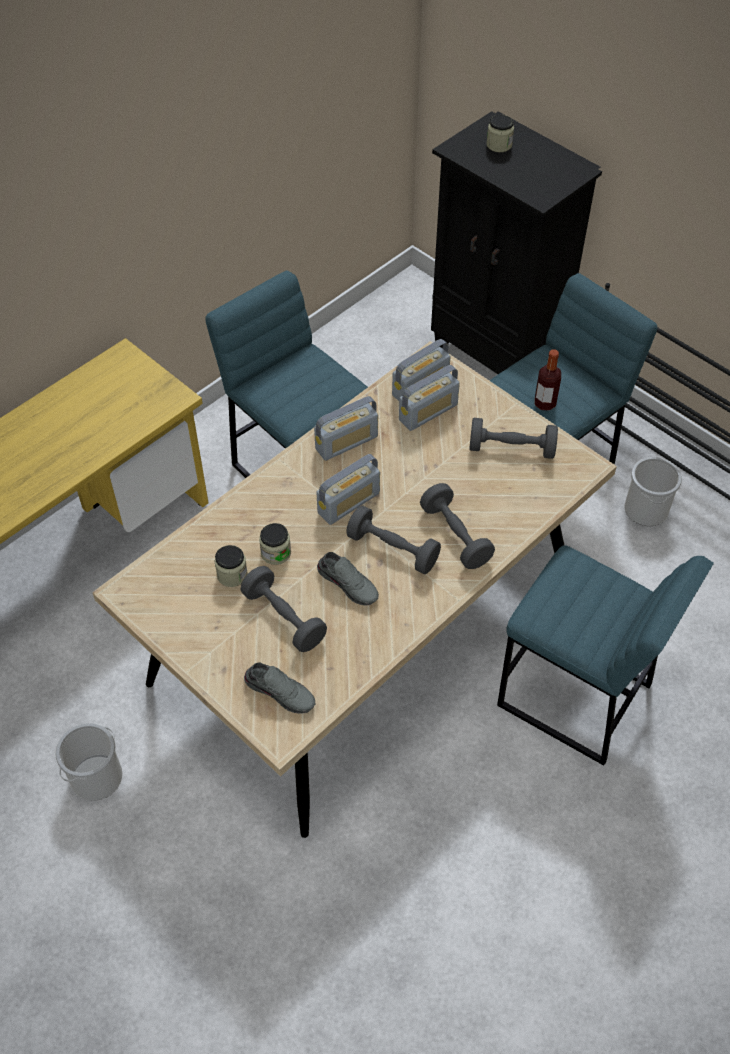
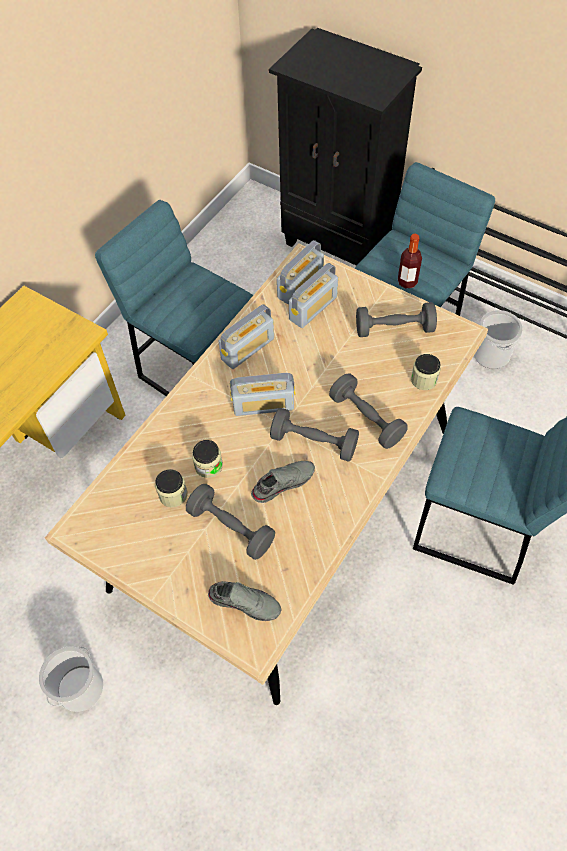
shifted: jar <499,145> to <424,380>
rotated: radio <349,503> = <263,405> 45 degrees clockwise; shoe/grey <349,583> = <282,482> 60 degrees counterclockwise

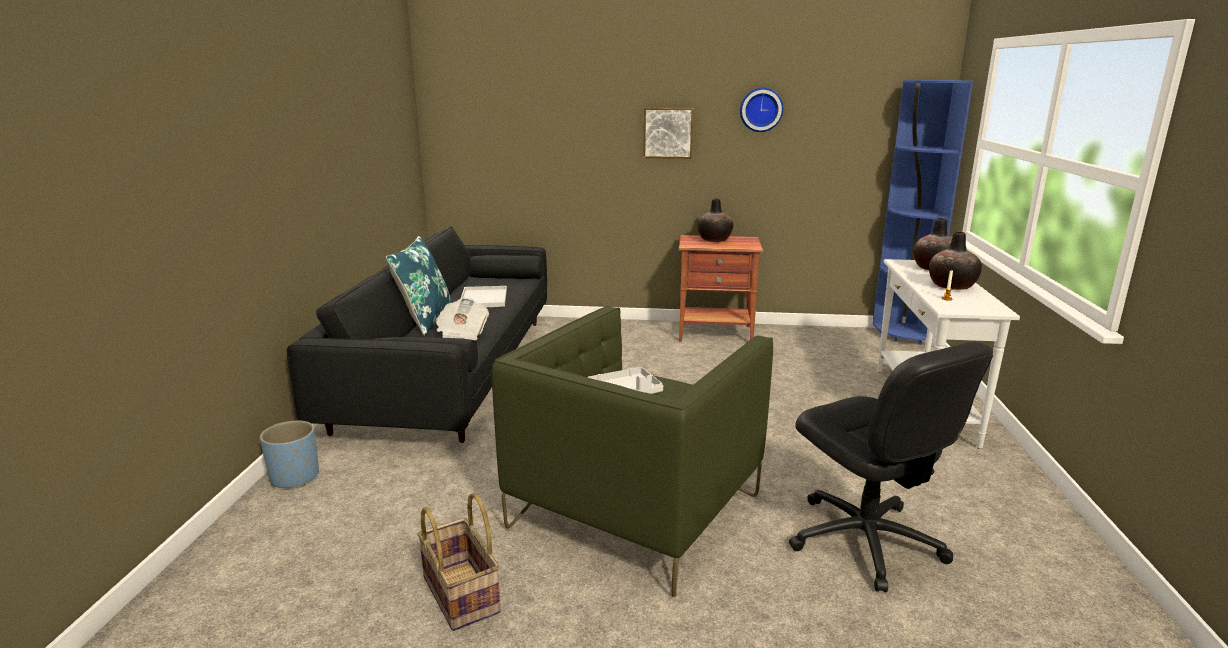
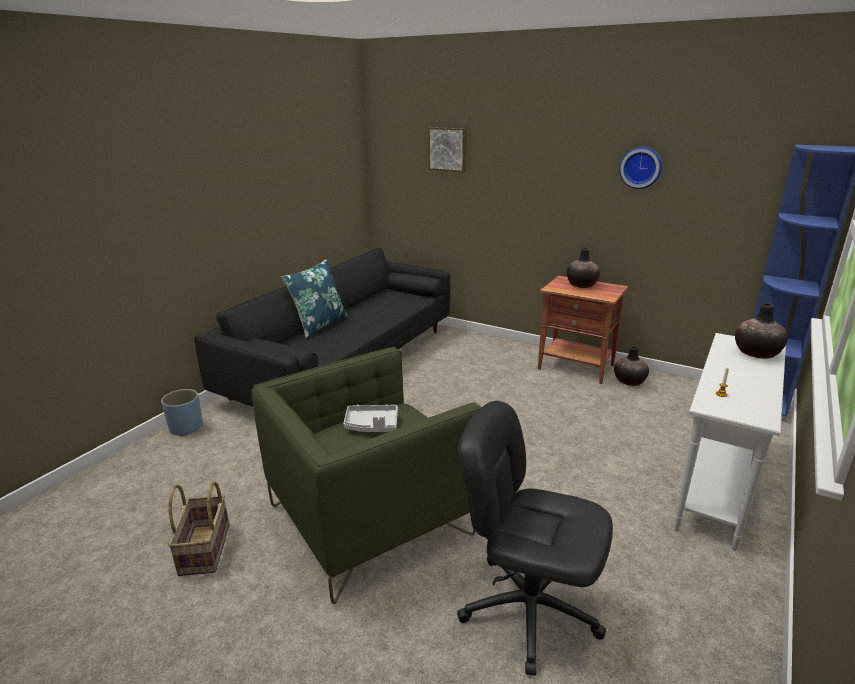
gone: newspaper <461,336>; tray/white <483,298>
shifted: picture <668,133> to <448,149>; vase <951,286> to <629,381>
rotated: office chair/black <865,541> = <529,608> 120 degrees clockwise

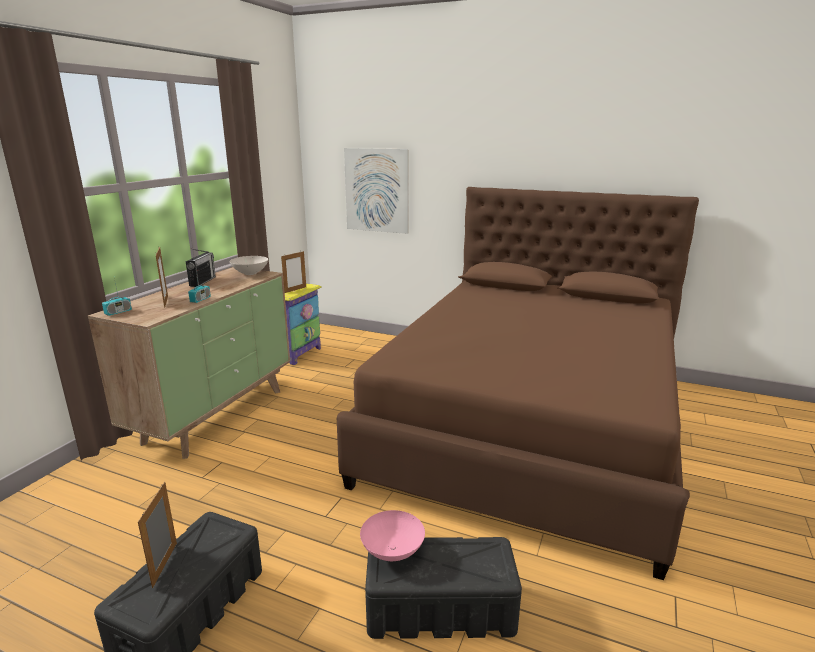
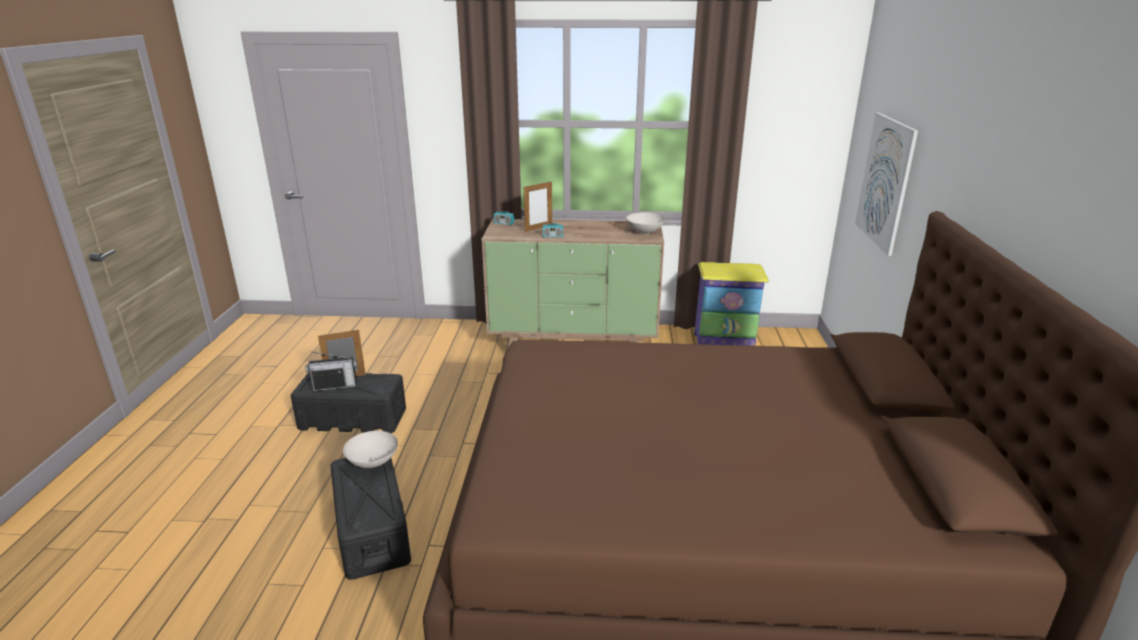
gone: picture frame <295,290>
shifted: radio <202,281> to <335,386>
repainted: bowl/pink <394,551> to bowl/white <373,463>

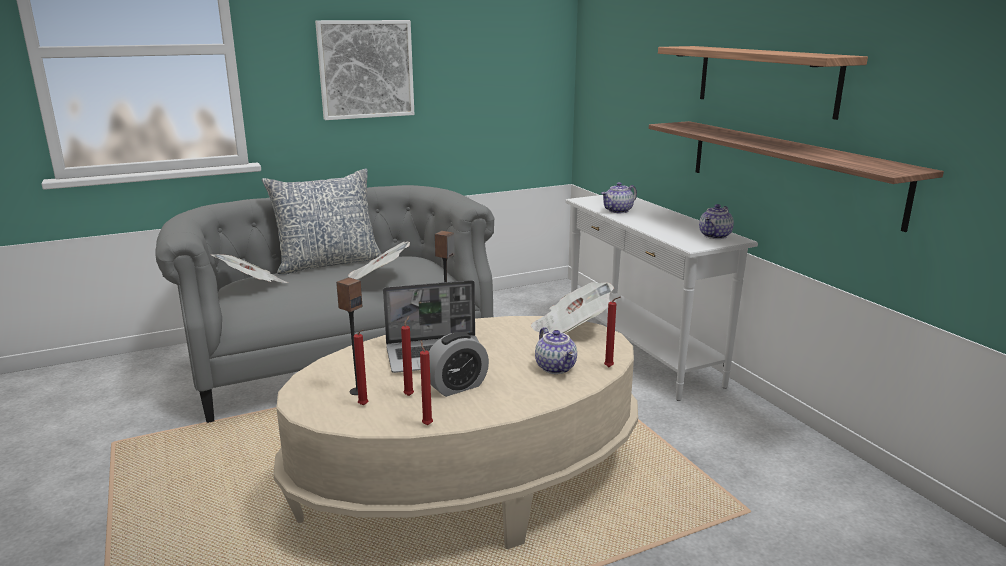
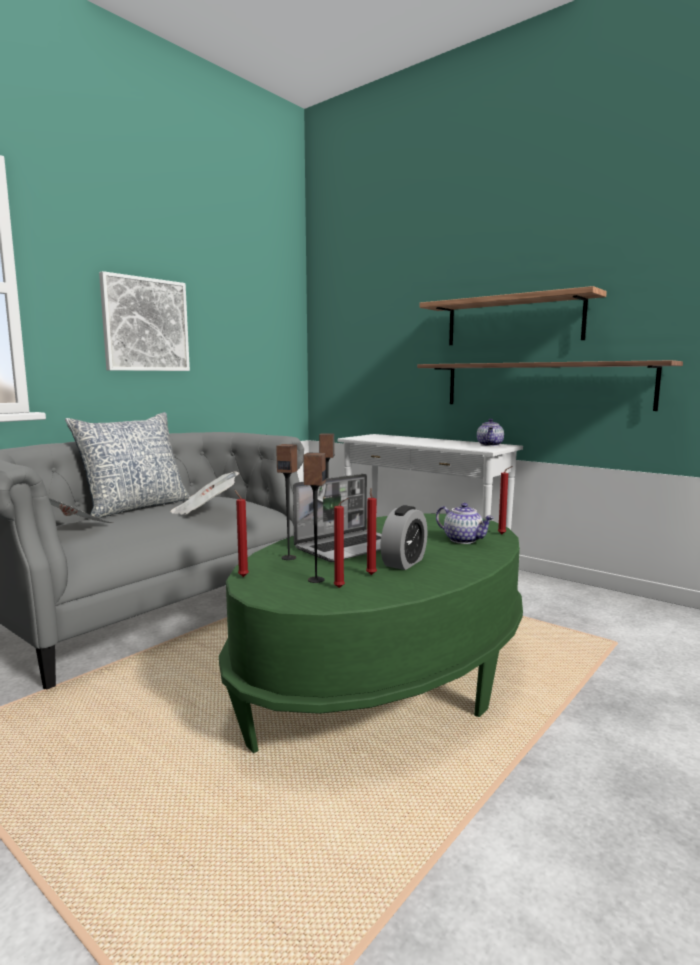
gone: newspaper <570,329>; teapot <618,211>
new: speaker <289,557>
shifted: candle/red <427,424> to <242,576>
repainted: coffee table/beige <469,482> to coffee table/green <386,675>

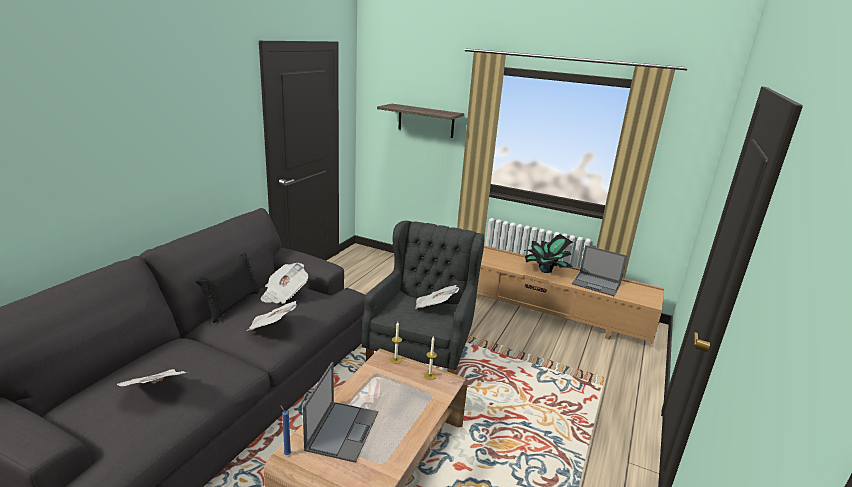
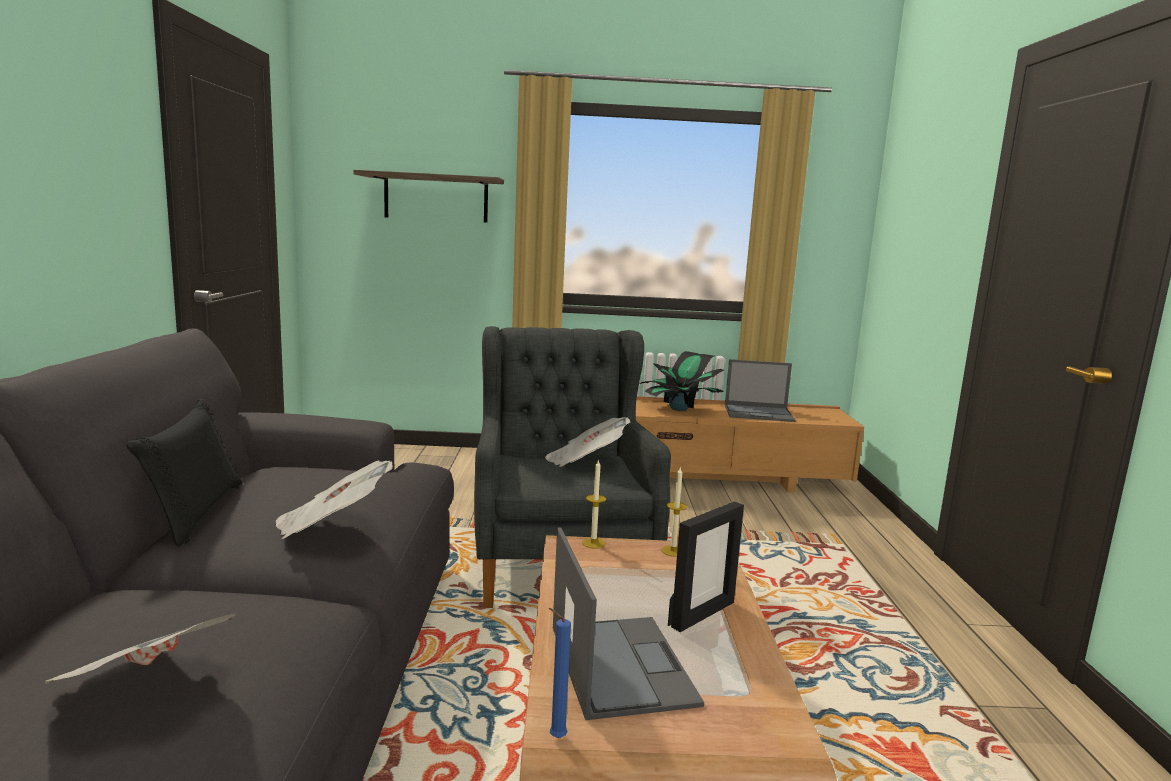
gone: newspaper <284,294>
new: picture frame <701,613>

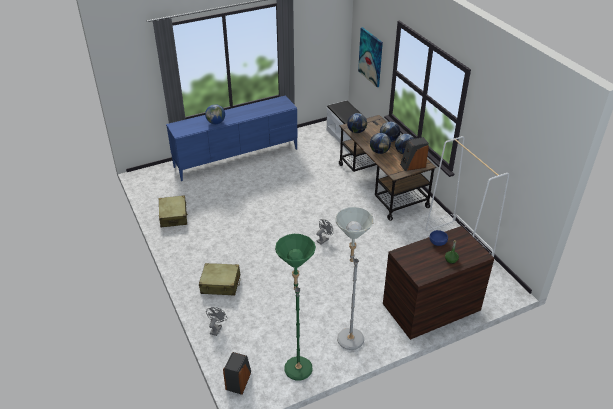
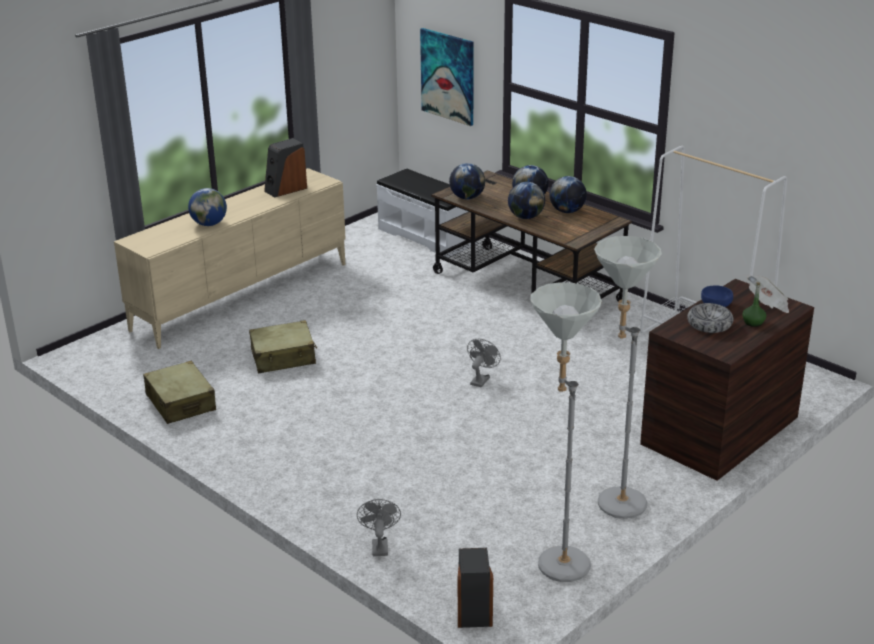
new: bowl <709,324>; newspaper <767,305>
shifted: suitcase/beige <220,284> to <283,357>; speaker <413,165> to <285,189>
repainted: cabinet/blue <236,157> to cabinet/beige <242,296>; floor lamp/green <297,363> to floor lamp/grey <557,559>

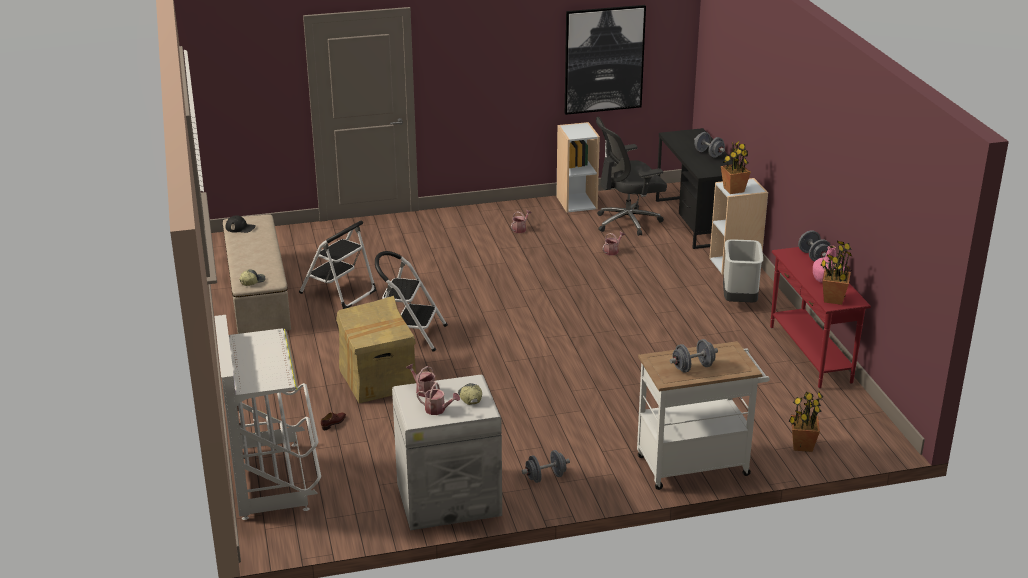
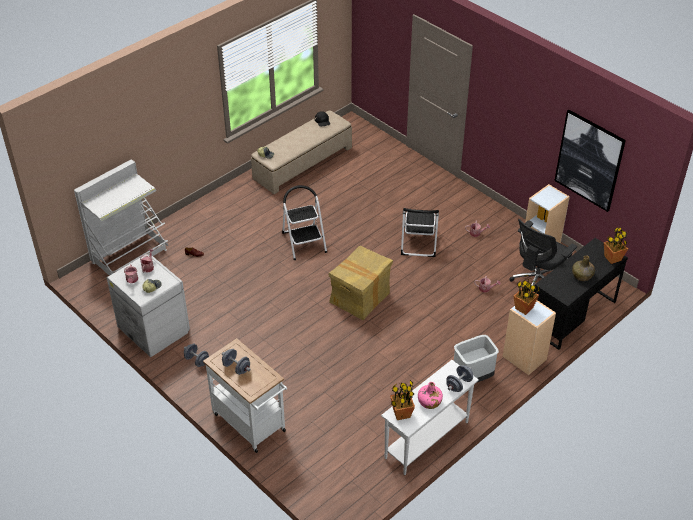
shifted: step ladder <339,293> to <418,242>; cardboard box <378,379> to <360,298>; potted plant <802,445> to <612,258>
swapped: dumbbell/grey <708,154> to bottle/green <582,275>
repainted: console table/red <811,355> to console table/white <427,441>
rotated: office chair <628,222> = <536,280> 90 degrees counterclockwise

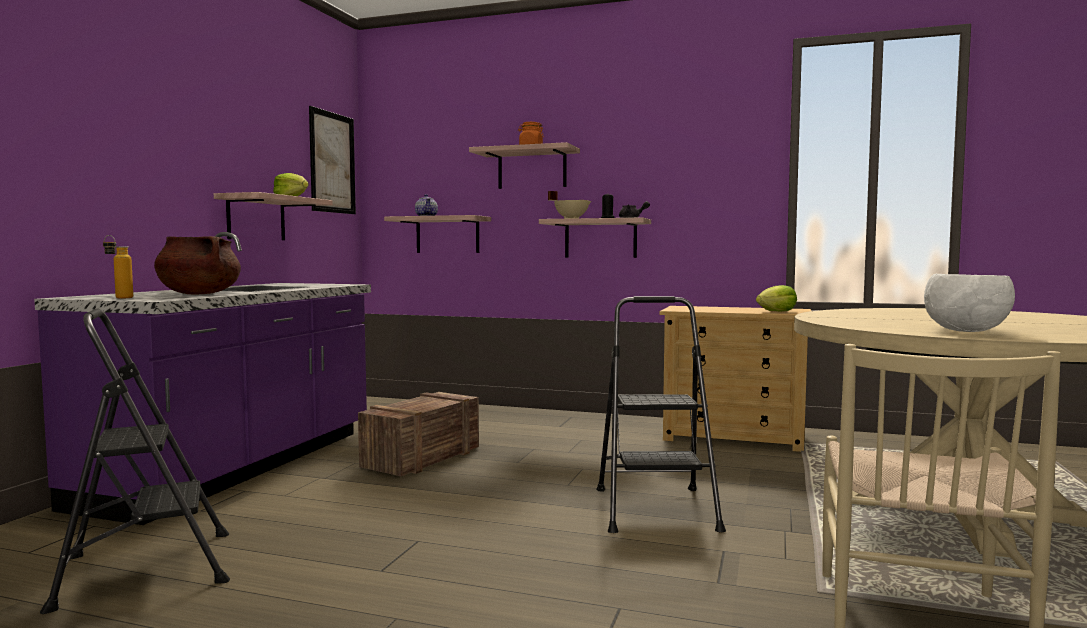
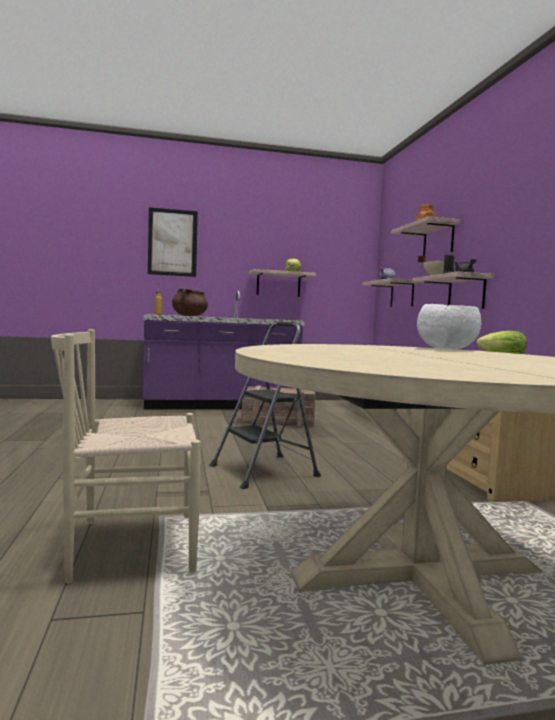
gone: step ladder/black <139,569>
shifted: picture <332,163> to <172,242>; bowl/white <967,331> to <446,349>

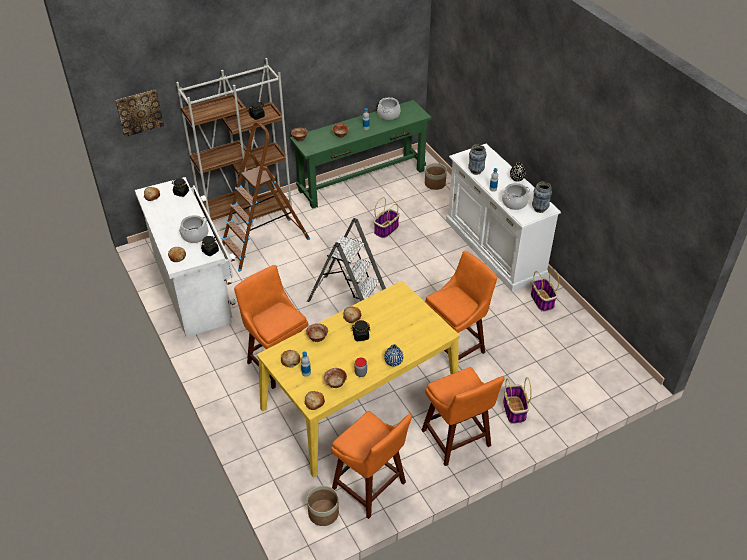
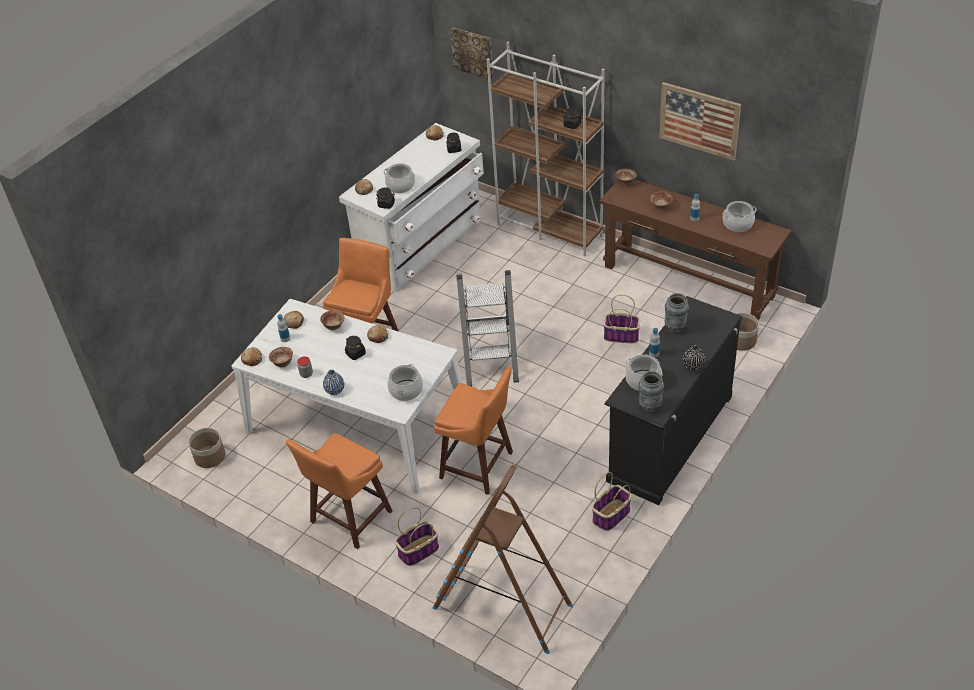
gone: chair/orange <371,488>
new: cooking pot <406,390>; picture <699,120>
shifted: step ladder/brown <265,244> to <501,606>
repainted: dining table/yellow <360,399> to dining table/white <357,423>; console table/green <362,180> to console table/brown <688,281>; cabinet/white <495,248> to cabinet/black <670,438>

